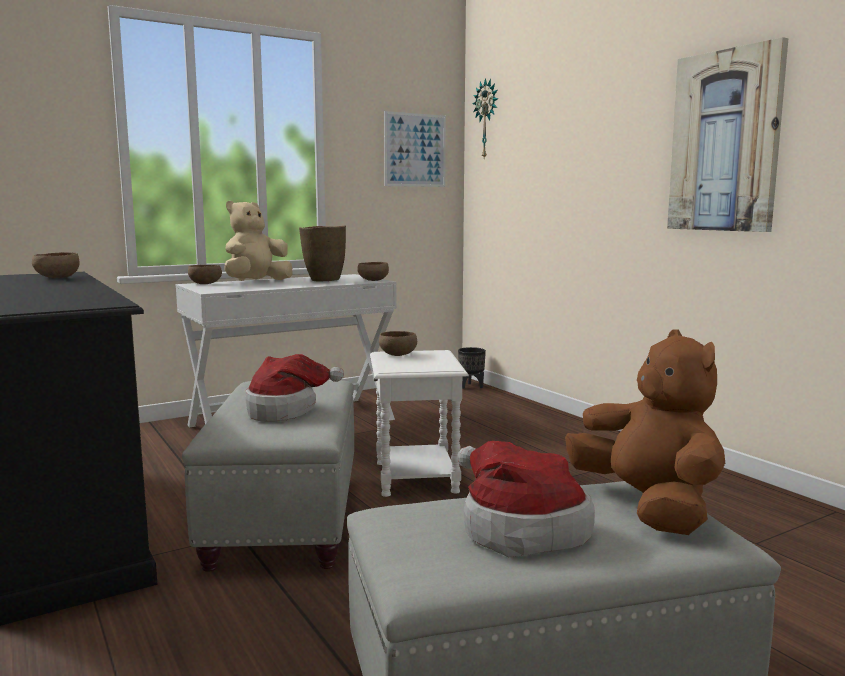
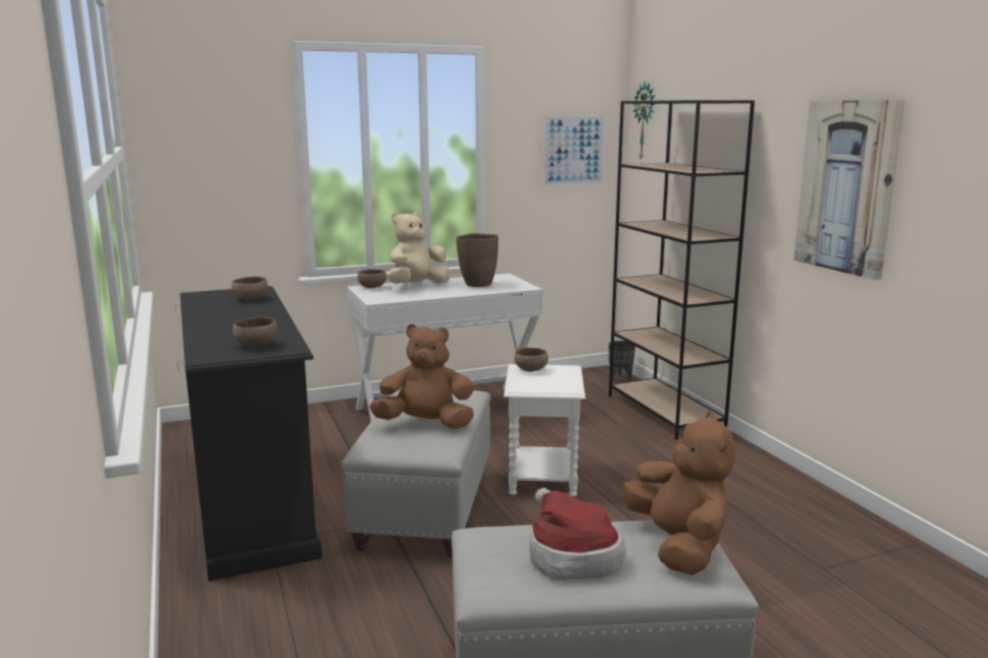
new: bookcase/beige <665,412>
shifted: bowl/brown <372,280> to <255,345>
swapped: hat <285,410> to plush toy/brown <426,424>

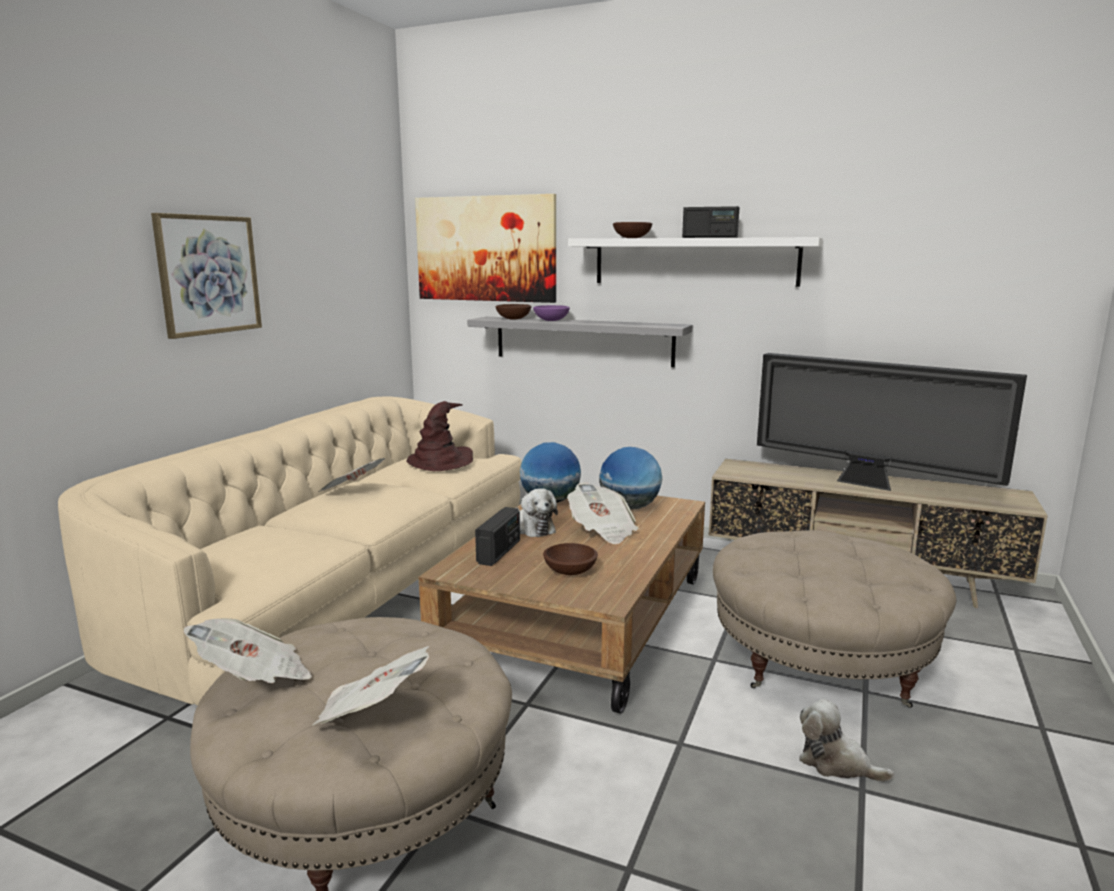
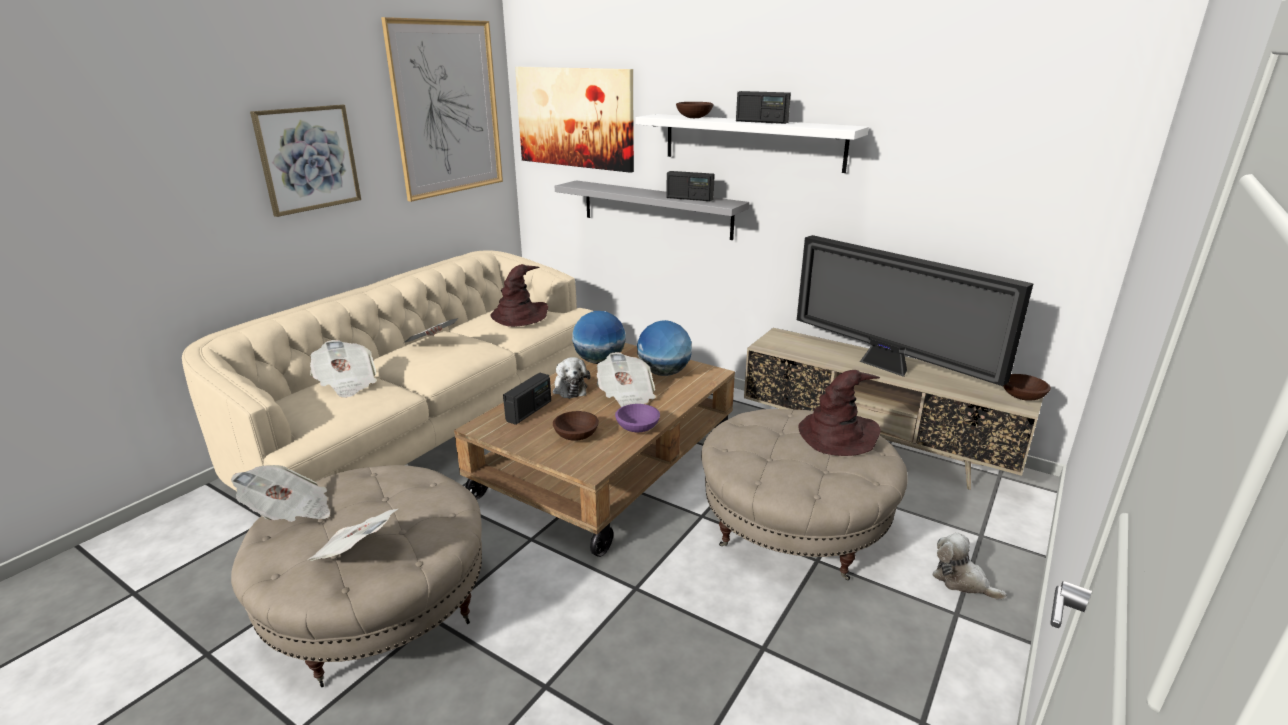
new: newspaper <346,383>; picture <447,109>; radio <689,198>; hat/brown <838,435>
shifted: bowl/brown <514,319> to <1023,397>; bowl/purple <551,320> to <637,428>; plush toy <836,763> to <962,581>

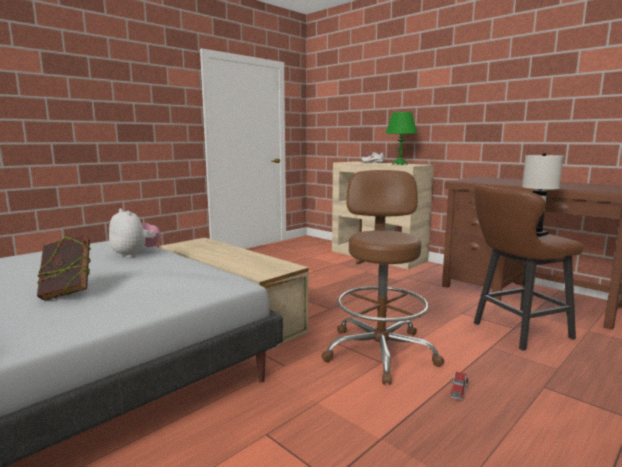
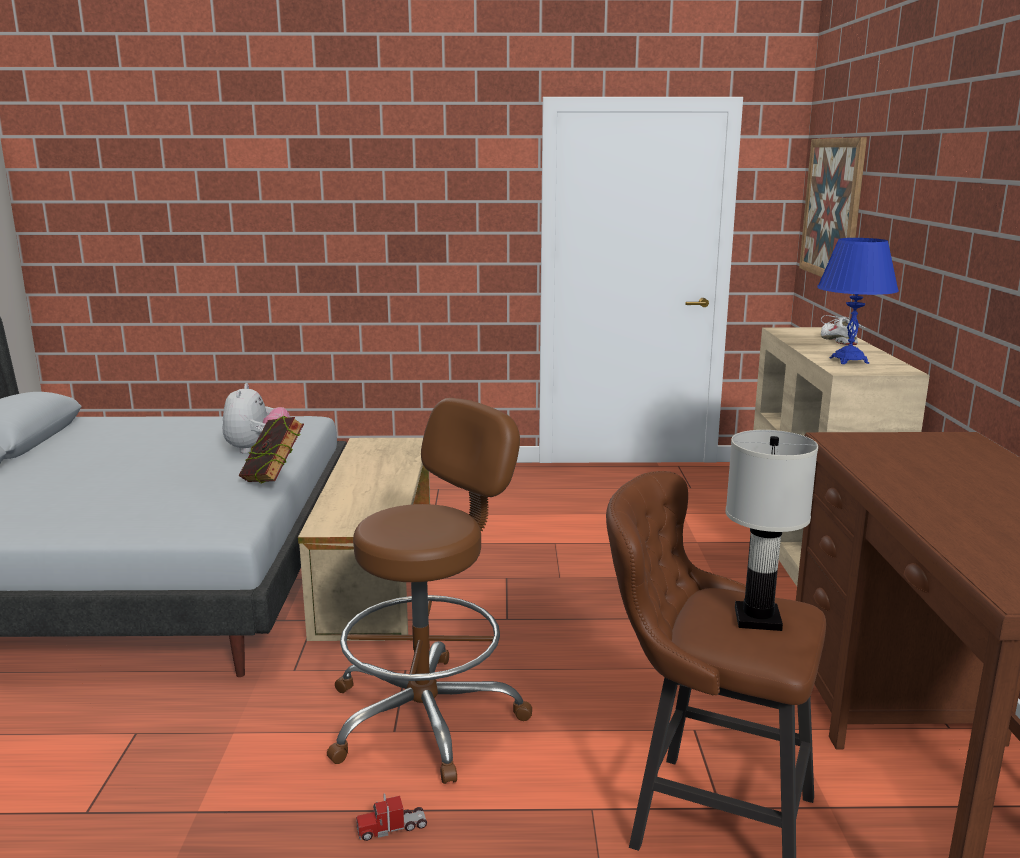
new: picture <832,208>
shifted: book <68,294> to <274,480>
repainted: table lamp/green <399,164> to table lamp/blue <848,360>

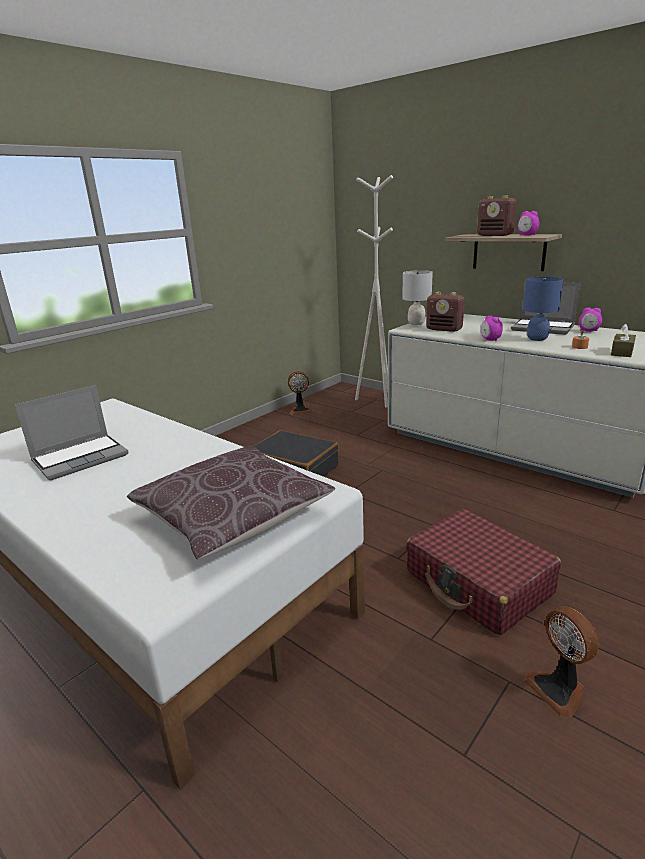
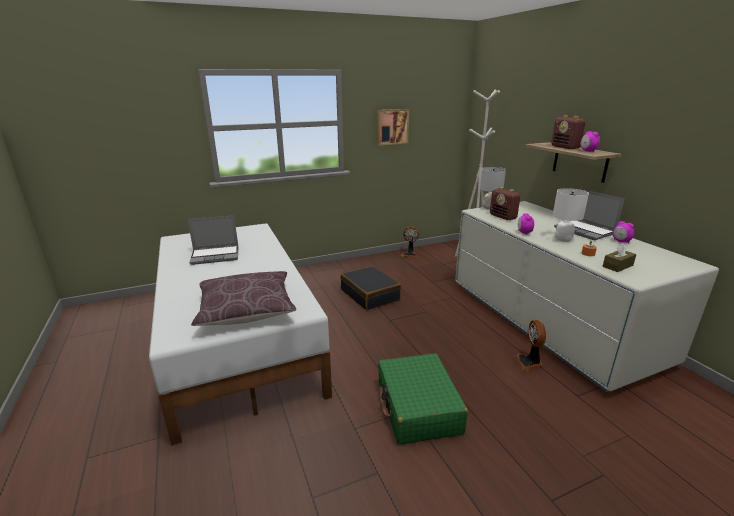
new: picture <392,127>
shifted: fan <558,689> to <529,362>
repainted: suitcase/red <478,583> to suitcase/green <418,407>; table lamp/blue <537,339> to table lamp/white <563,239>

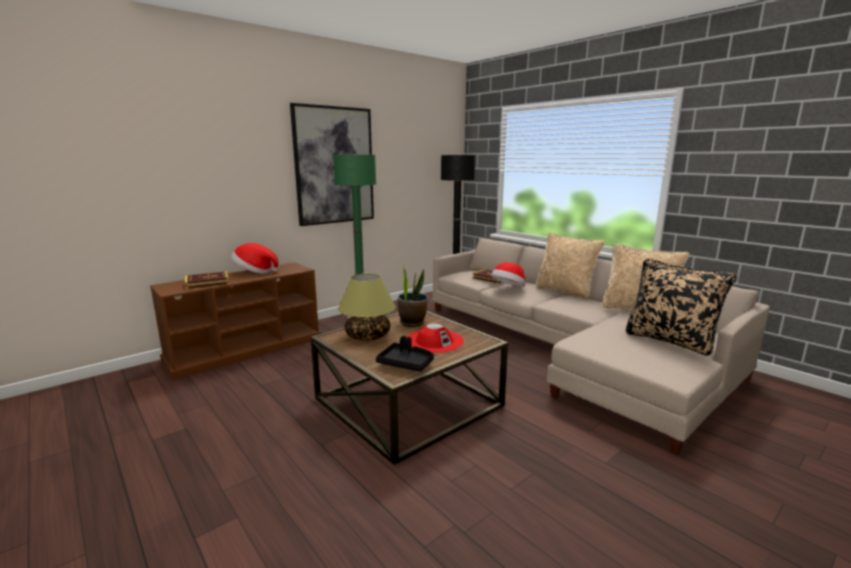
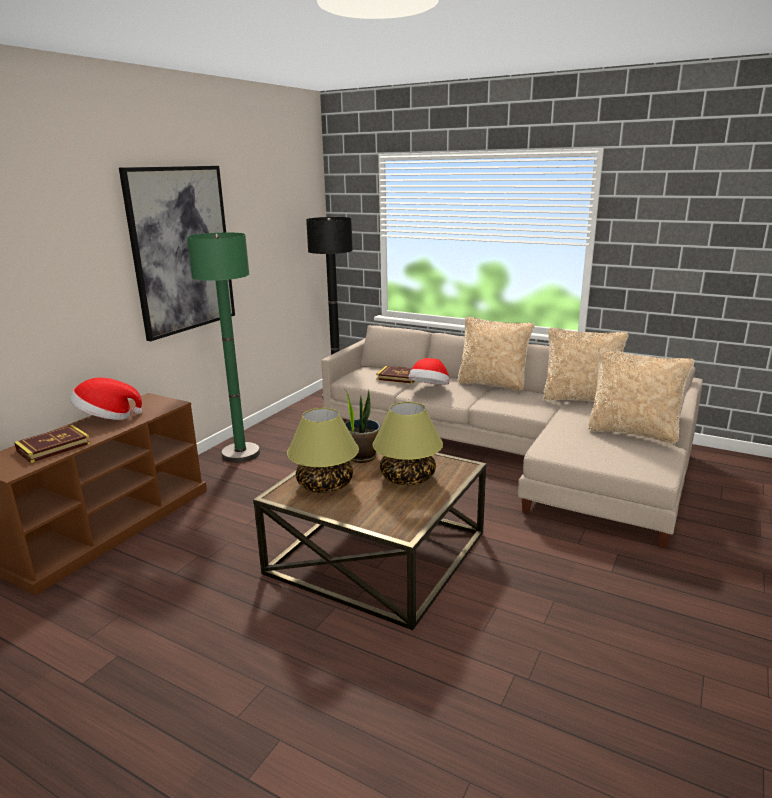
gone: tray/black <406,363>
swapped: hat/red <434,341> to table lamp <407,477>
repainted: pillow/black <670,342> to pillow/beige <633,434>

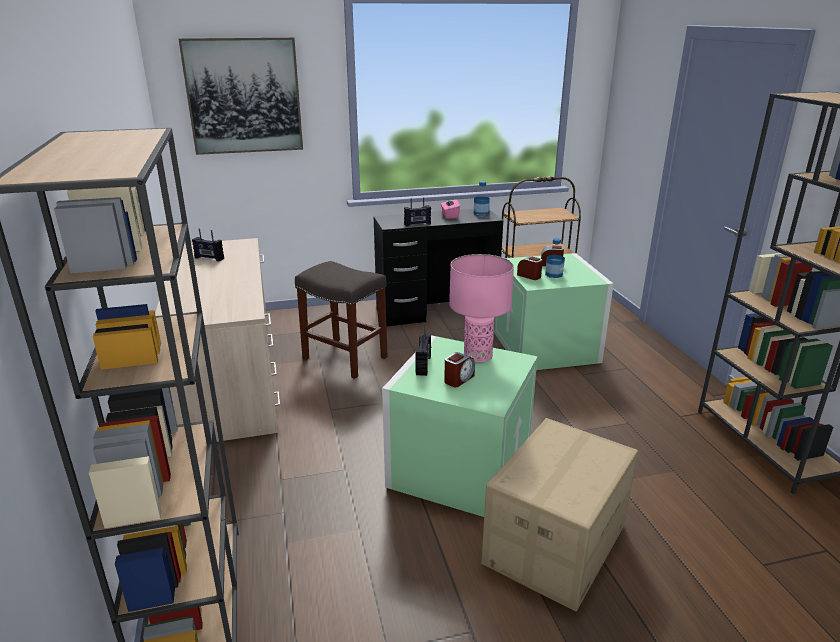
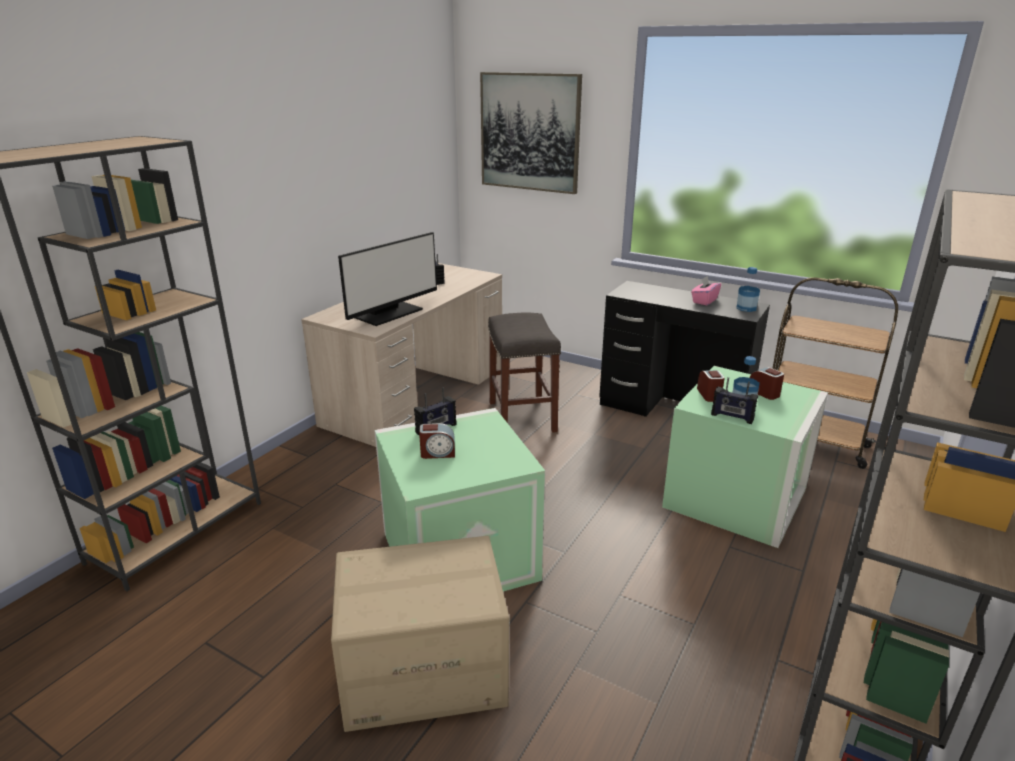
gone: table lamp/pink <478,355>
new: monitor <389,313>
shifted: radio <417,224> to <732,417>

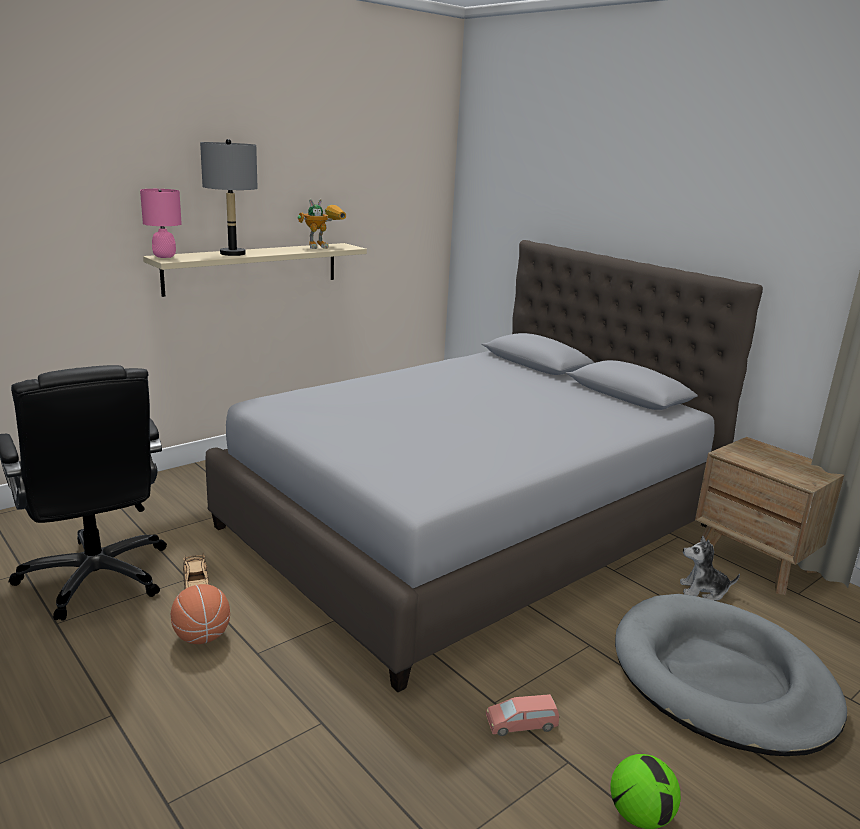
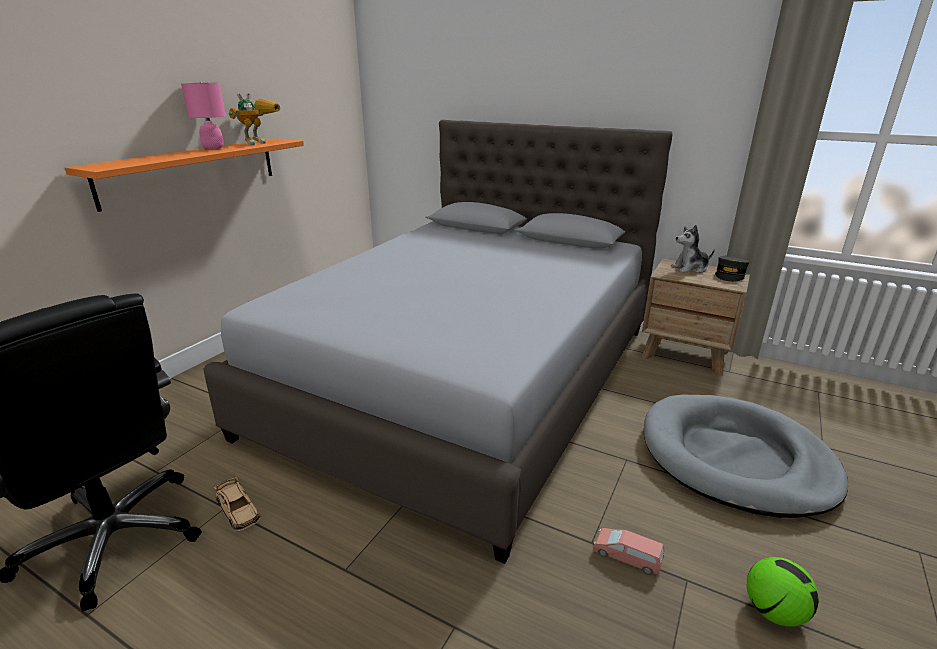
gone: basketball <202,637>; table lamp/grey <232,254>
new: cap/grey <730,275>
shifted: table lamp/pink <164,257> to <213,149>; plush toy <703,591> to <690,268>
repainted: shelf/beige <253,268> to shelf/orange <192,171>
rotated: toy car/pink <521,724> = <627,557> 60 degrees clockwise

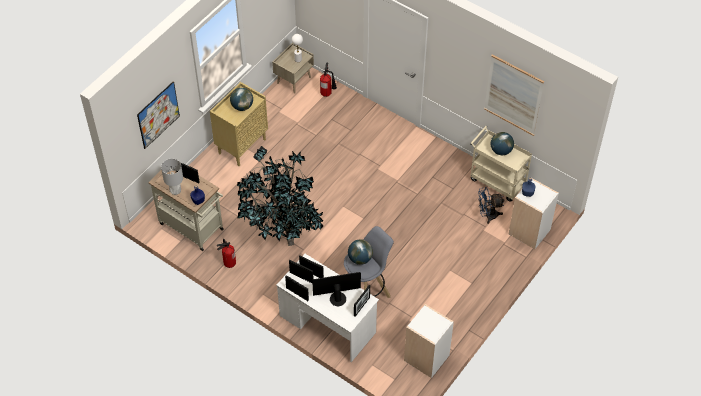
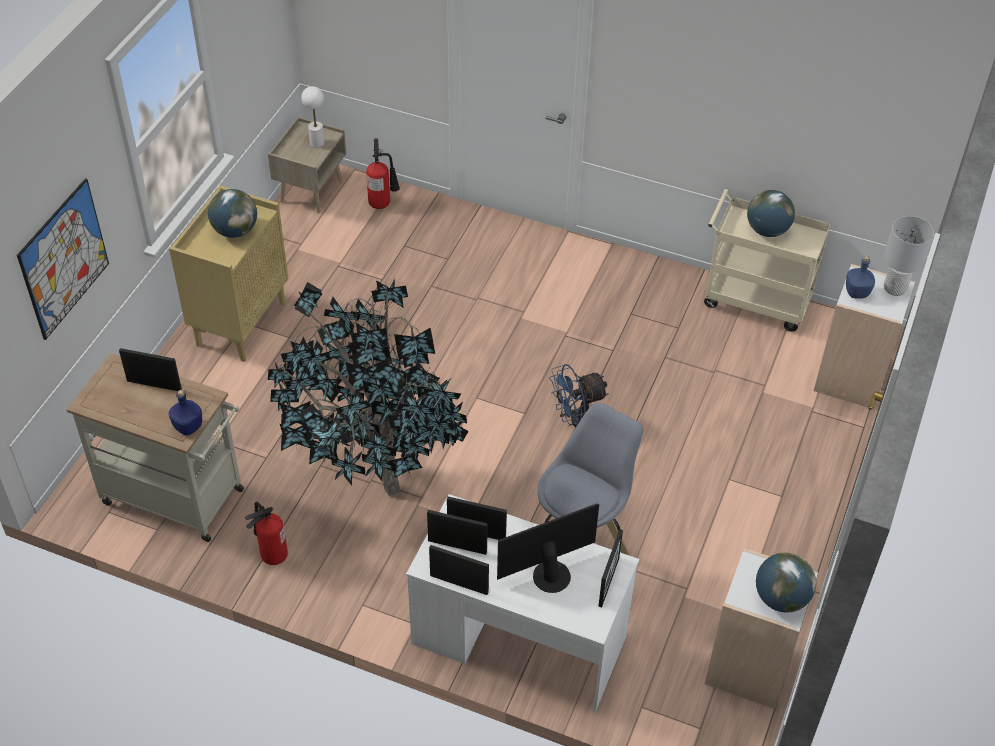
gone: picture <513,95>
shifted: table lamp/grey <175,191> to <894,290>; globe <360,259> to <781,598>; fan/blue <488,215> to <576,423>

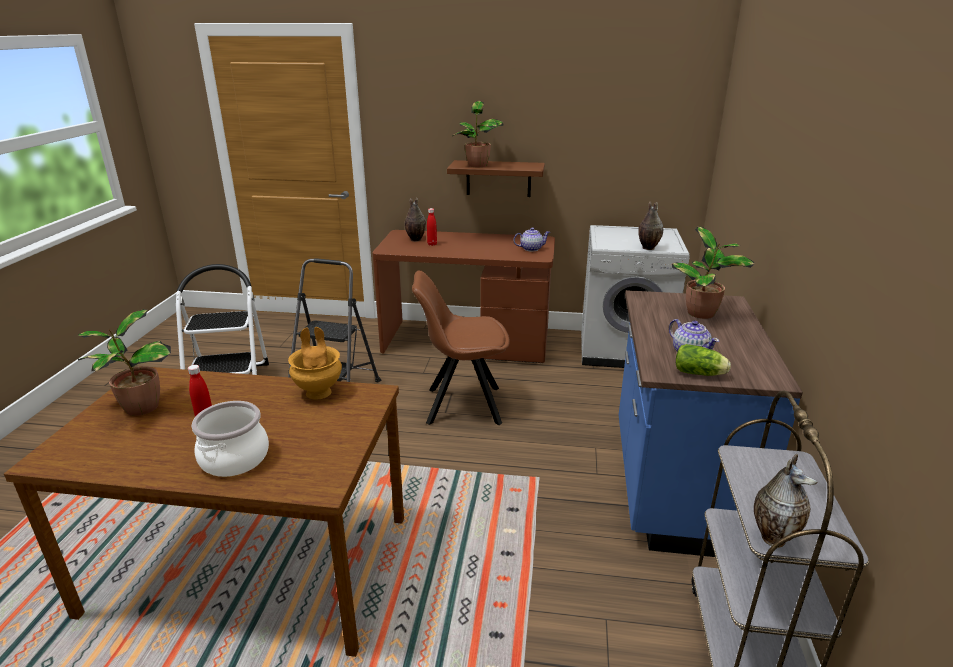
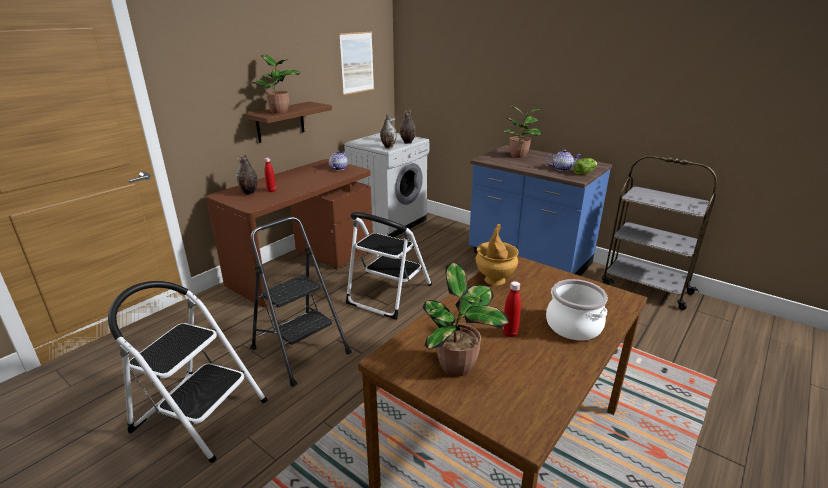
new: picture <357,63>
shifted: vase <773,536> to <388,147>
swapped: chair/brown <463,406> to step ladder <387,295>

